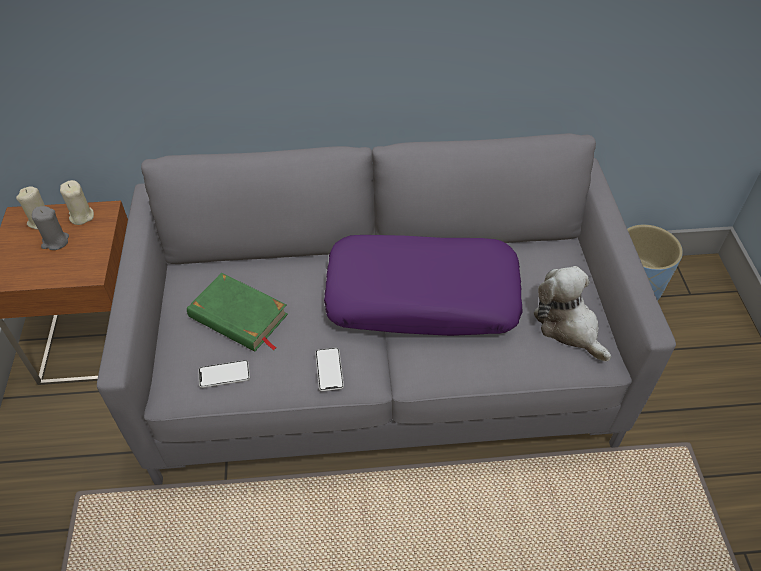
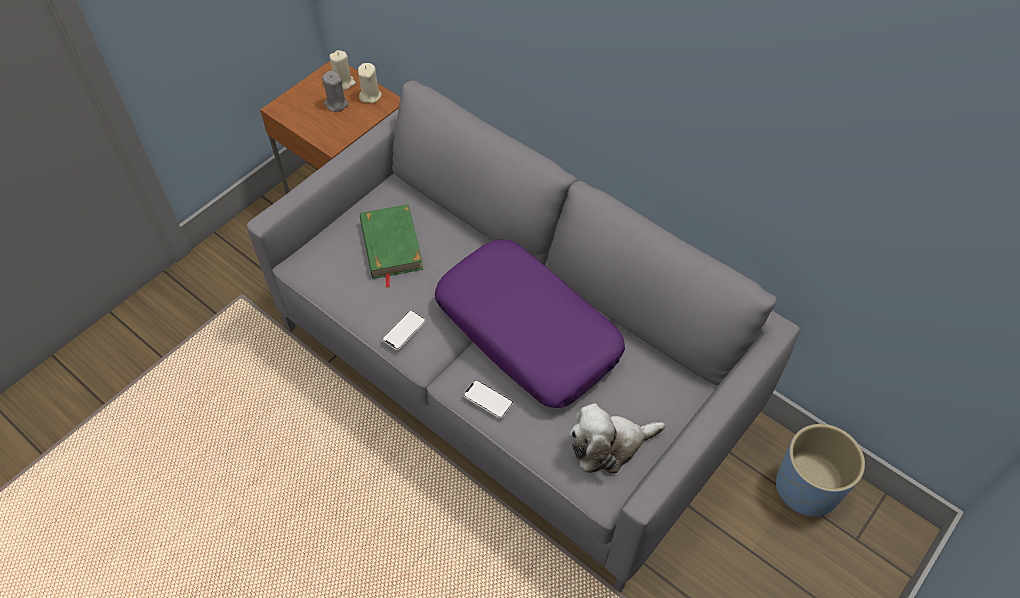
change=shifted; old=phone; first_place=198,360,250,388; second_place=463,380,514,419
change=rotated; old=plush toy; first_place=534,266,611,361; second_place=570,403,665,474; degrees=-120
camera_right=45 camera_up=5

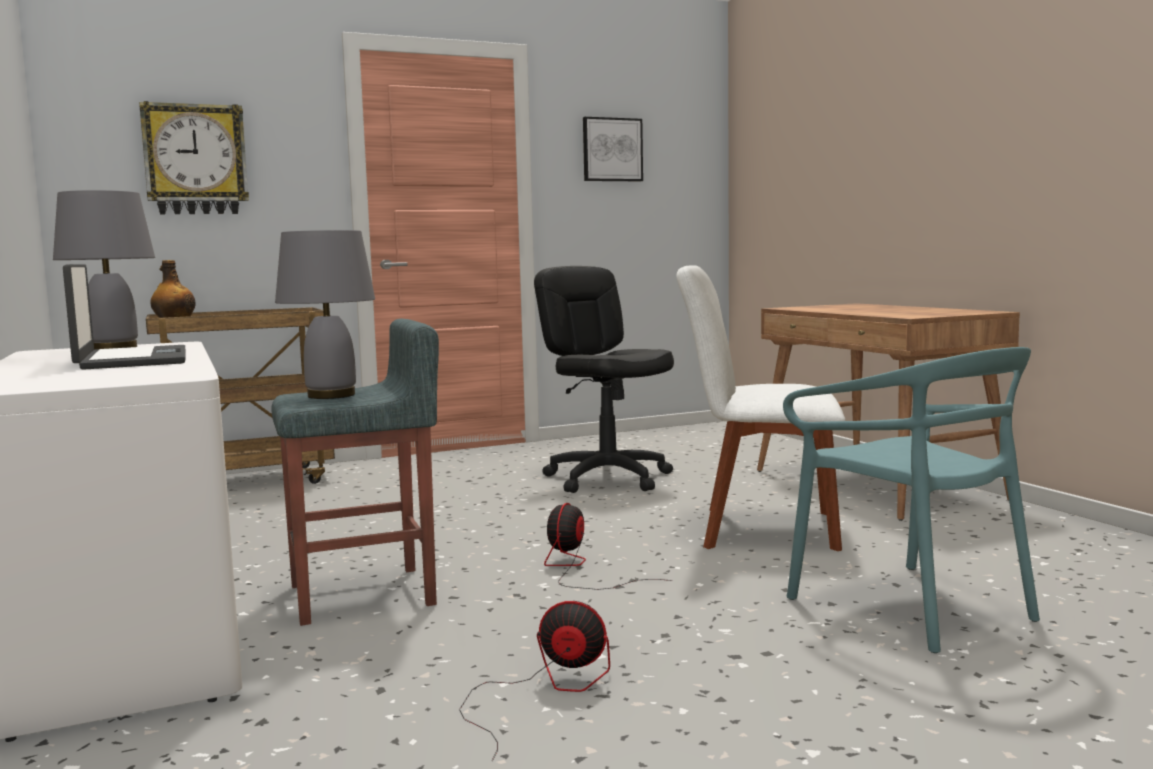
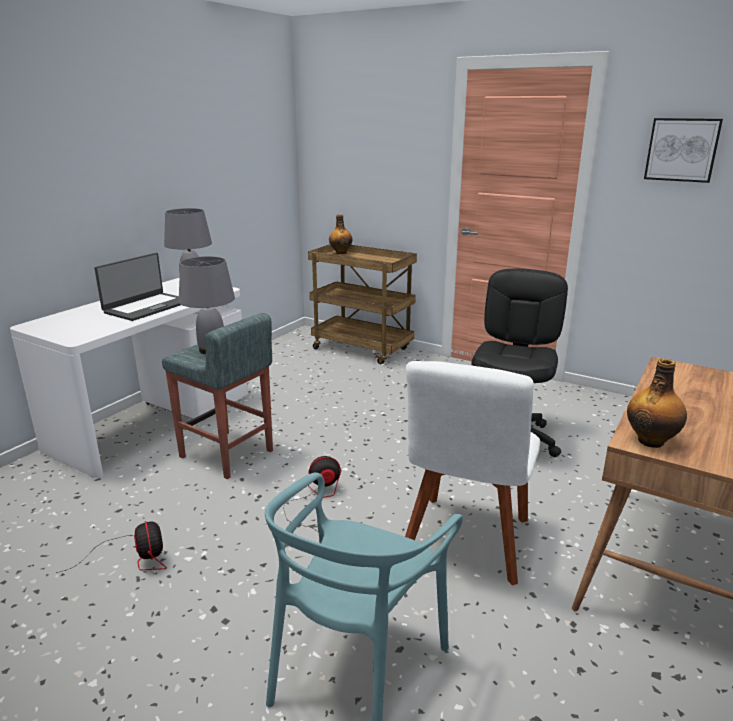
change=rotated; old=white chair; first_place=677,265,846,551; second_place=405,361,540,585; degrees=-135
change=new; new=bottle; second_place=627,358,687,448
change=gone; old=wall clock; first_place=139,101,249,214
camera_right=55 camera_up=15

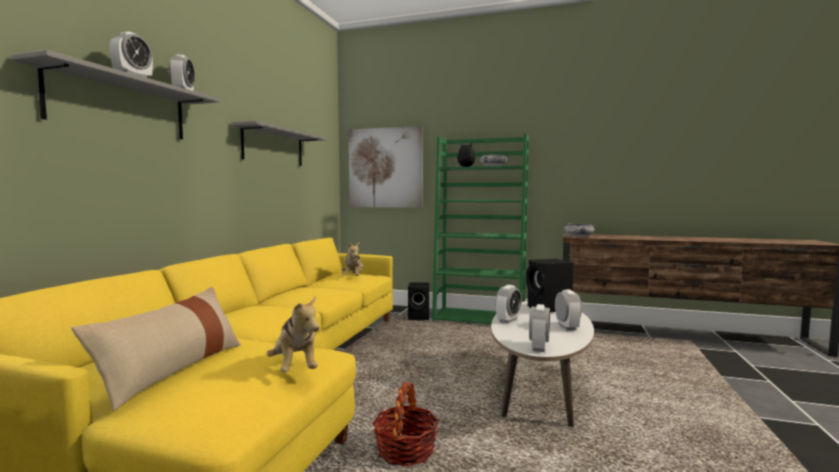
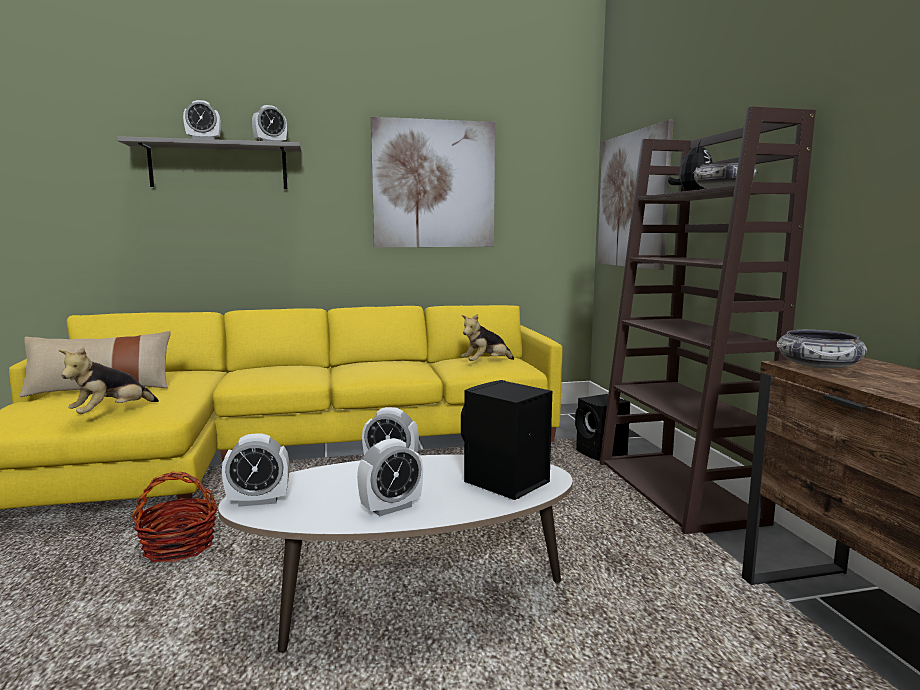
change=swapped; old=grey shelf; new=picture; first_place=231,121,327,166; second_place=371,117,495,247
change=repainted; old=green bookcase; new=brown bookcase; first_place=432,133,529,324; second_place=600,106,816,534
camera_right=60 camera_up=5

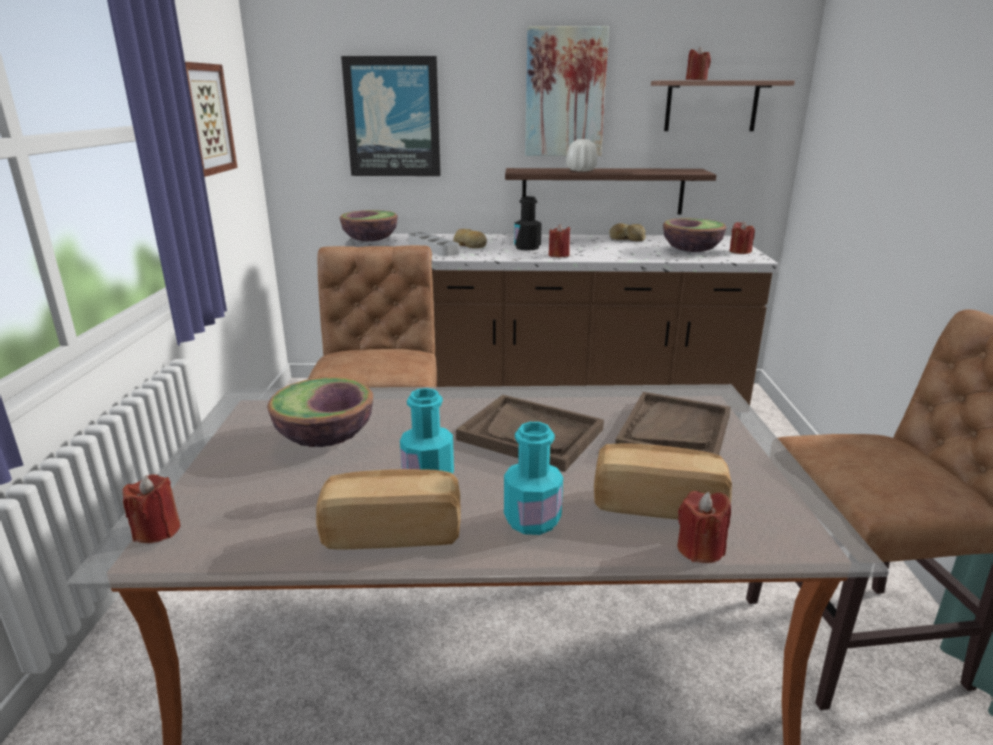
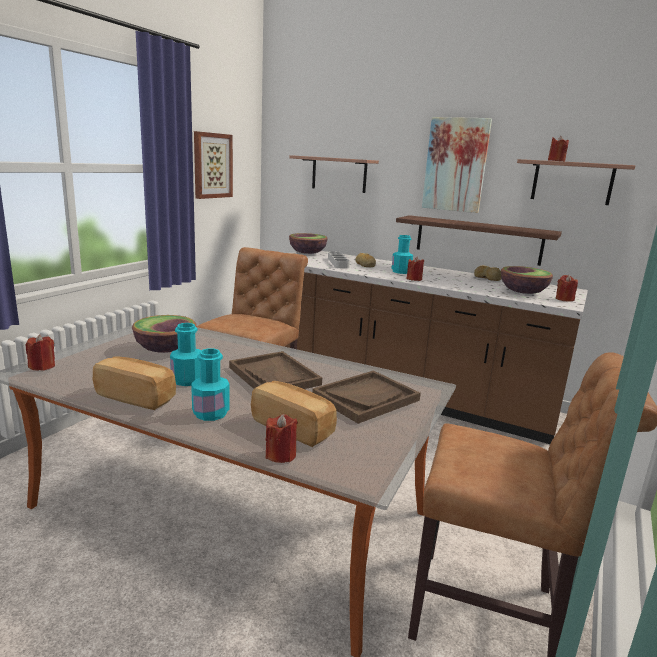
change=swapped; old=picture; new=shelf; first_place=341,56,441,176; second_place=289,155,379,193
change=repainted; old=black bottle; new=turquoise bottle; first_place=514,196,542,251; second_place=392,235,413,274
change=gone; old=white vase; first_place=566,139,597,172
camera_right=25 camera_up=-5

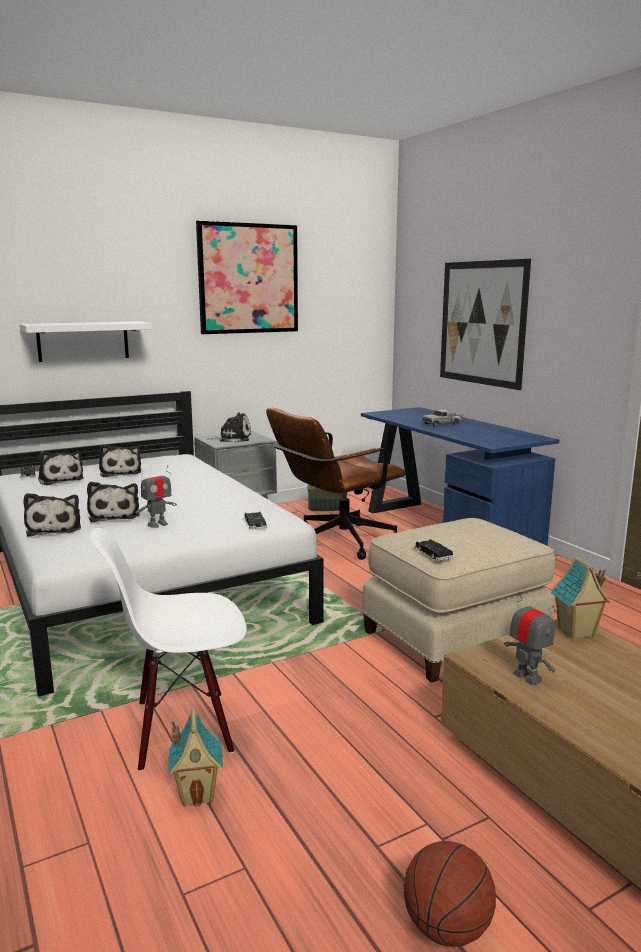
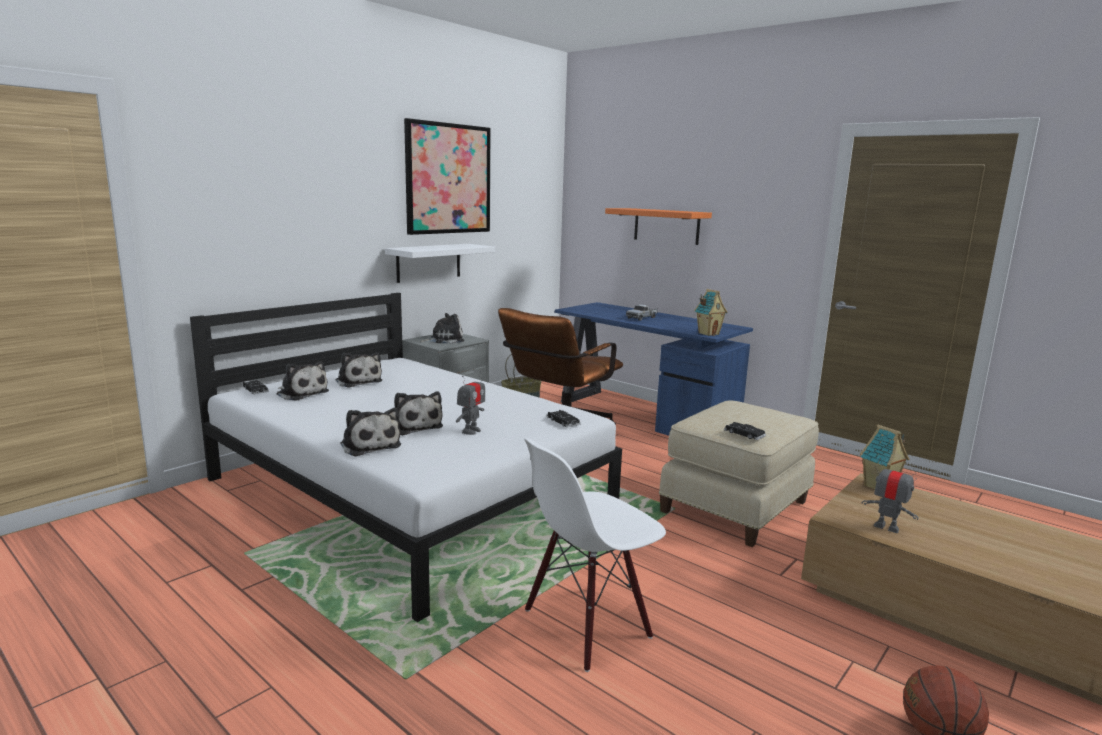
change=shifted; old=white shelf; first_place=20,321,152,362; second_place=385,244,495,283
change=swapped; old=picture; new=orange shelf; first_place=440,259,531,390; second_place=605,208,712,245
change=shifted; old=toy house; first_place=168,708,223,807; second_place=694,289,728,336
camera_right=-20 camera_up=0

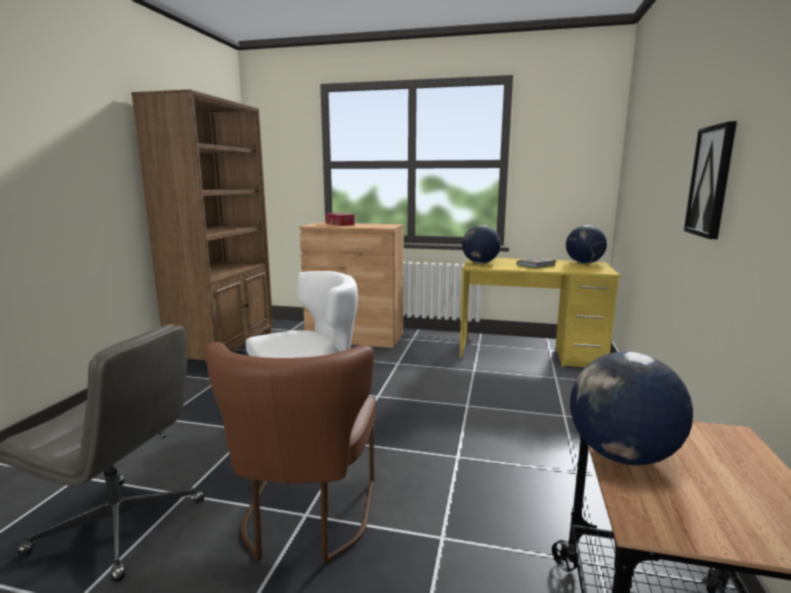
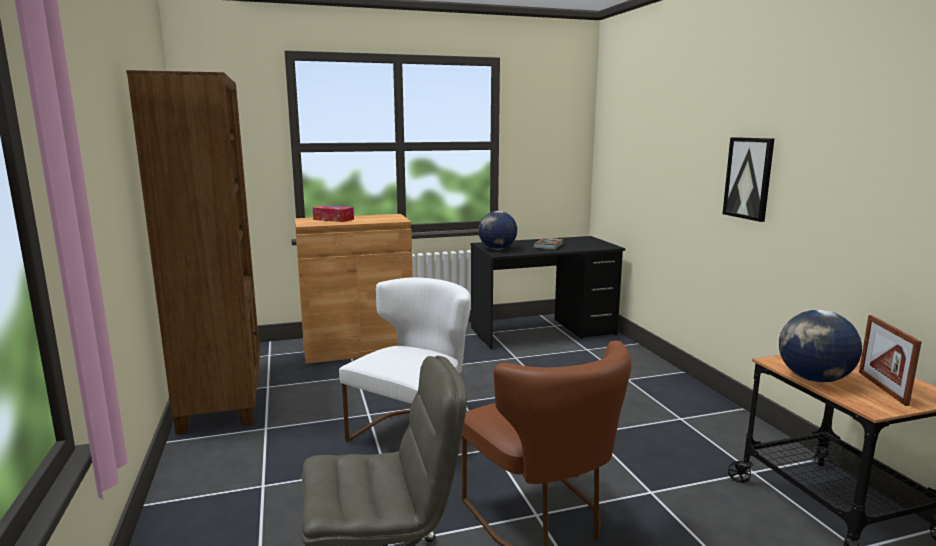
change=repainted; old=yellow desk; new=black desk; first_place=460,258,620,367; second_place=471,236,625,349
change=new; new=picture frame; second_place=859,315,922,406
change=gone; old=globe; first_place=566,225,607,264
camera_right=-30 camera_up=0

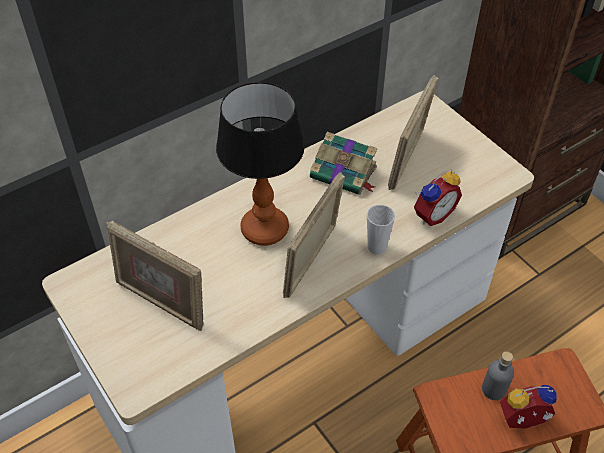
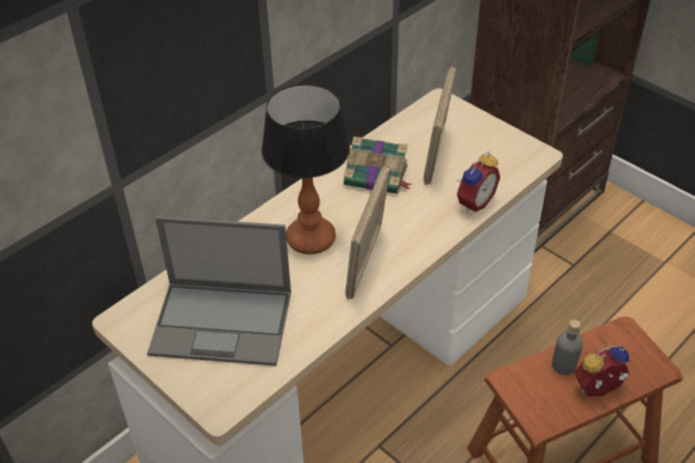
change=swapped; old=picture frame; new=laptop; first_place=106,221,203,331; second_place=147,216,291,366
change=gone; old=cup; first_place=367,205,395,255
camera_right=-10 camera_up=-5

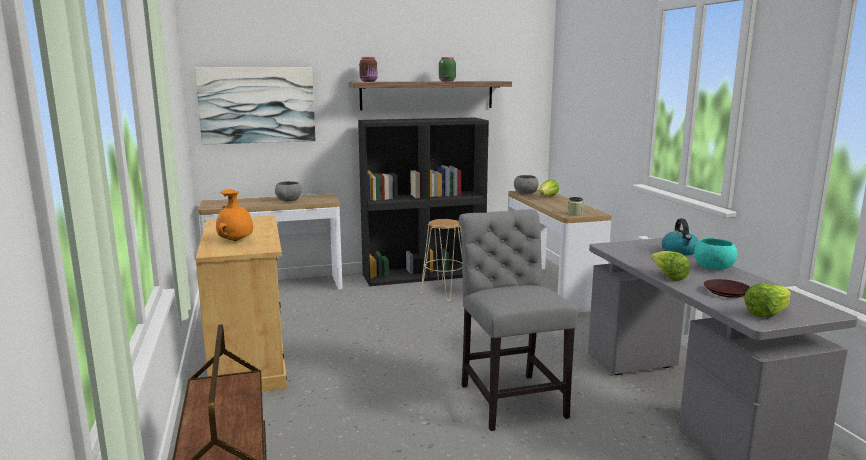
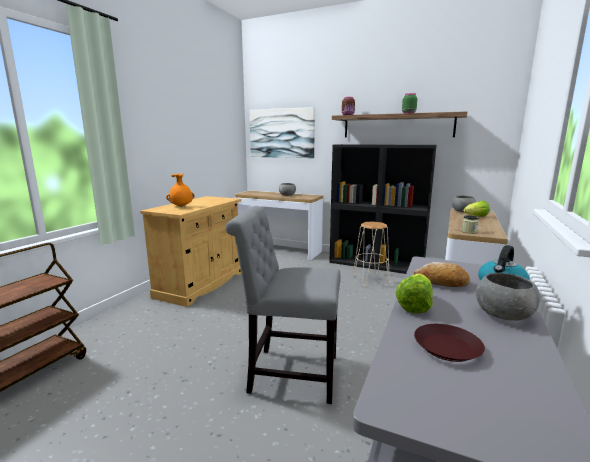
change=rotated; old=grey chair; first_place=459,209,579,431; second_place=226,206,341,404; degrees=-105
change=new; new=bread; second_place=413,262,470,287
change=repainted; old=turquoise bowl; new=grey bowl; first_place=694,238,737,270; second_place=476,273,540,321
change=gone; old=lettuce; first_place=744,283,791,317
camera_right=40 camera_up=0

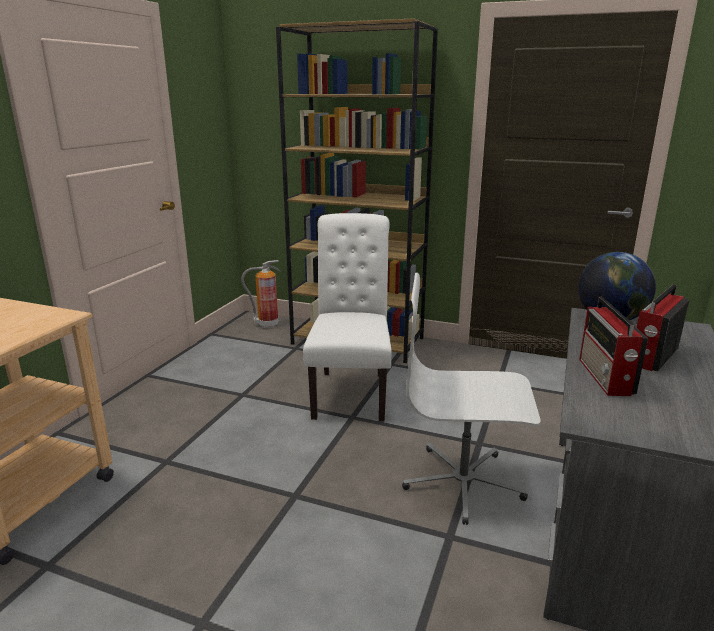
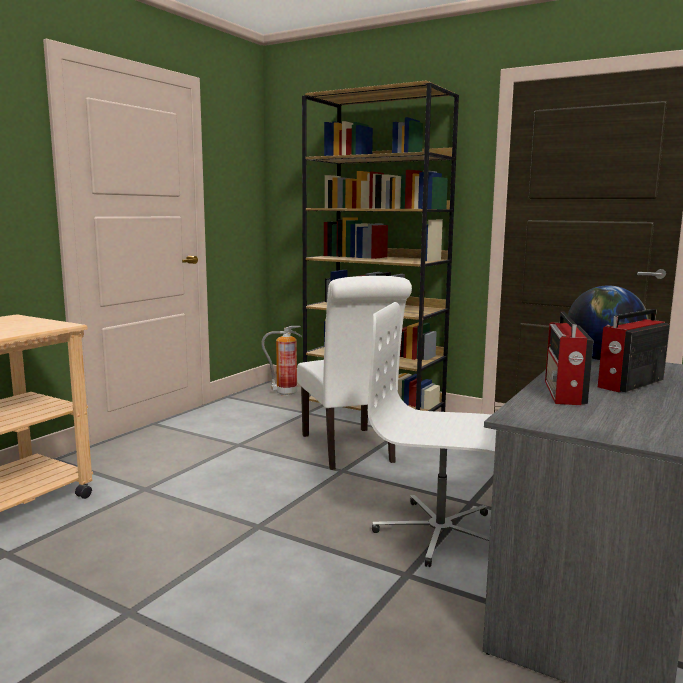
change=rotated; old=white chair; first_place=303,213,391,422; second_place=297,276,412,470; degrees=150
camera_right=10 camera_up=-10

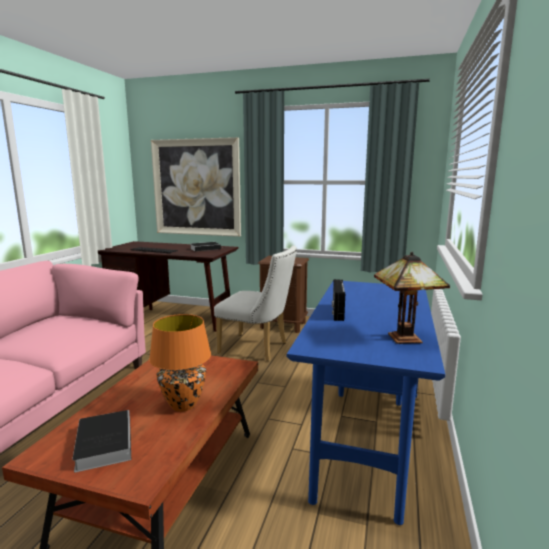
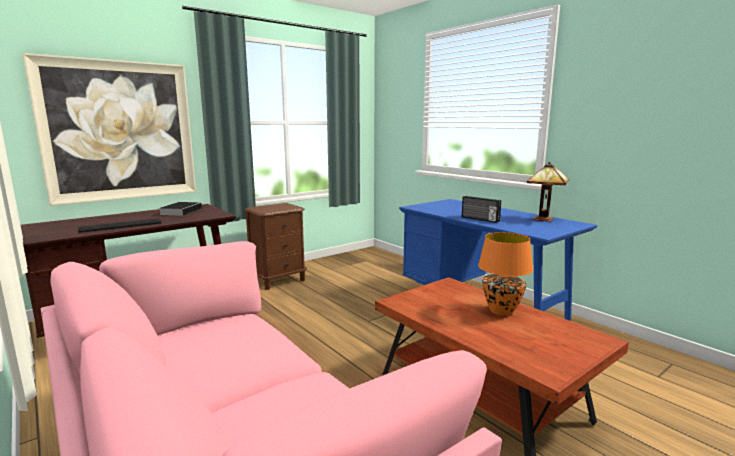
change=gone; old=book; first_place=72,410,131,473
change=gone; old=white chair; first_place=214,245,297,361
camera_right=-55 camera_up=0

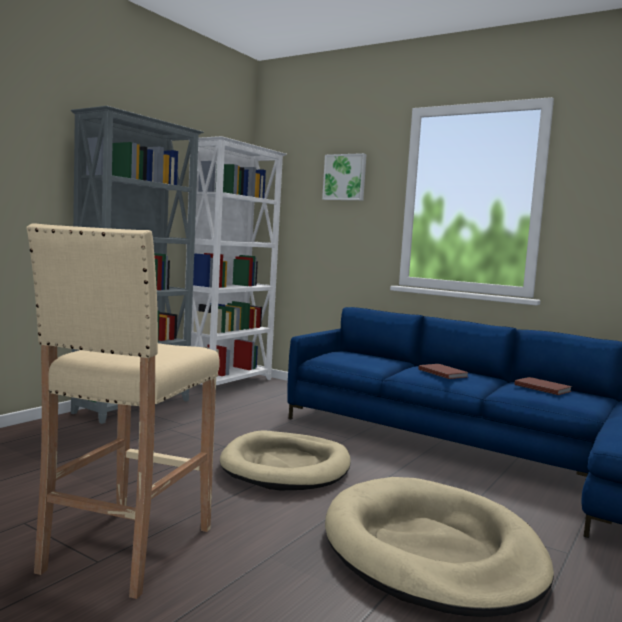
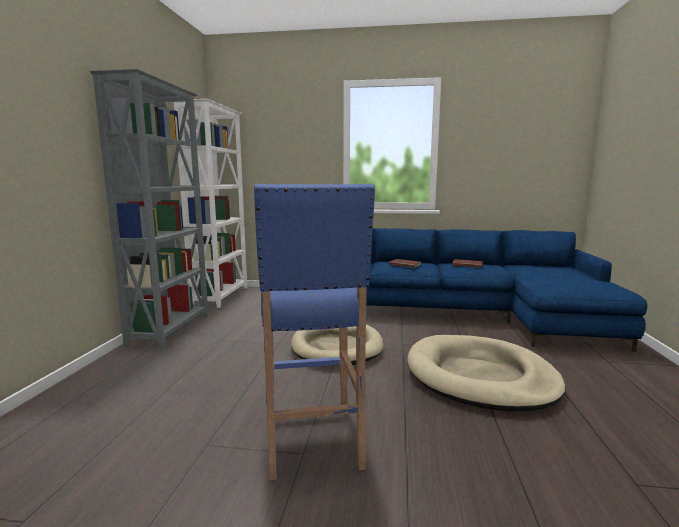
change=repainted; old=beige stool; new=blue stool; first_place=26,223,220,599; second_place=254,184,375,480
change=gone; old=picture; first_place=322,153,367,200
camera_right=-25 camera_up=5

